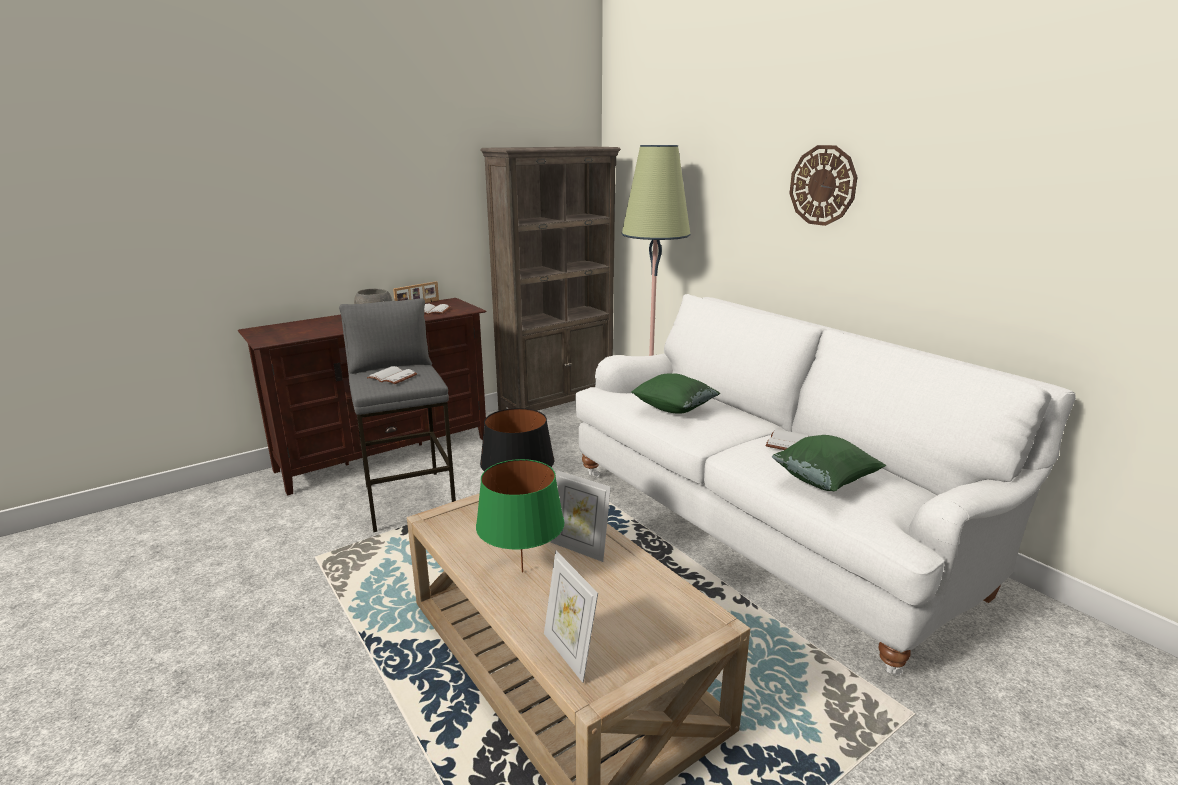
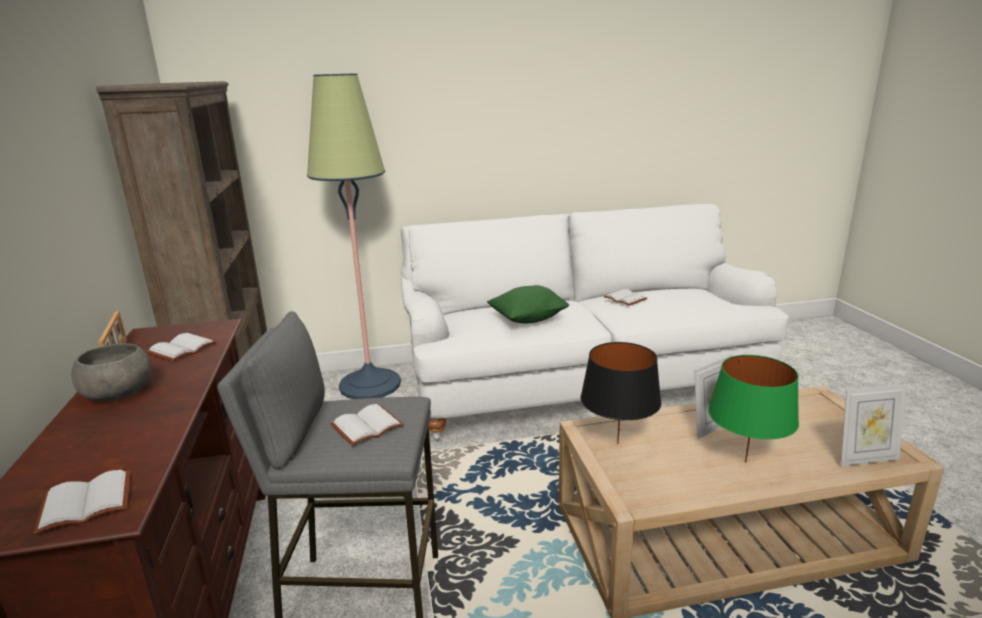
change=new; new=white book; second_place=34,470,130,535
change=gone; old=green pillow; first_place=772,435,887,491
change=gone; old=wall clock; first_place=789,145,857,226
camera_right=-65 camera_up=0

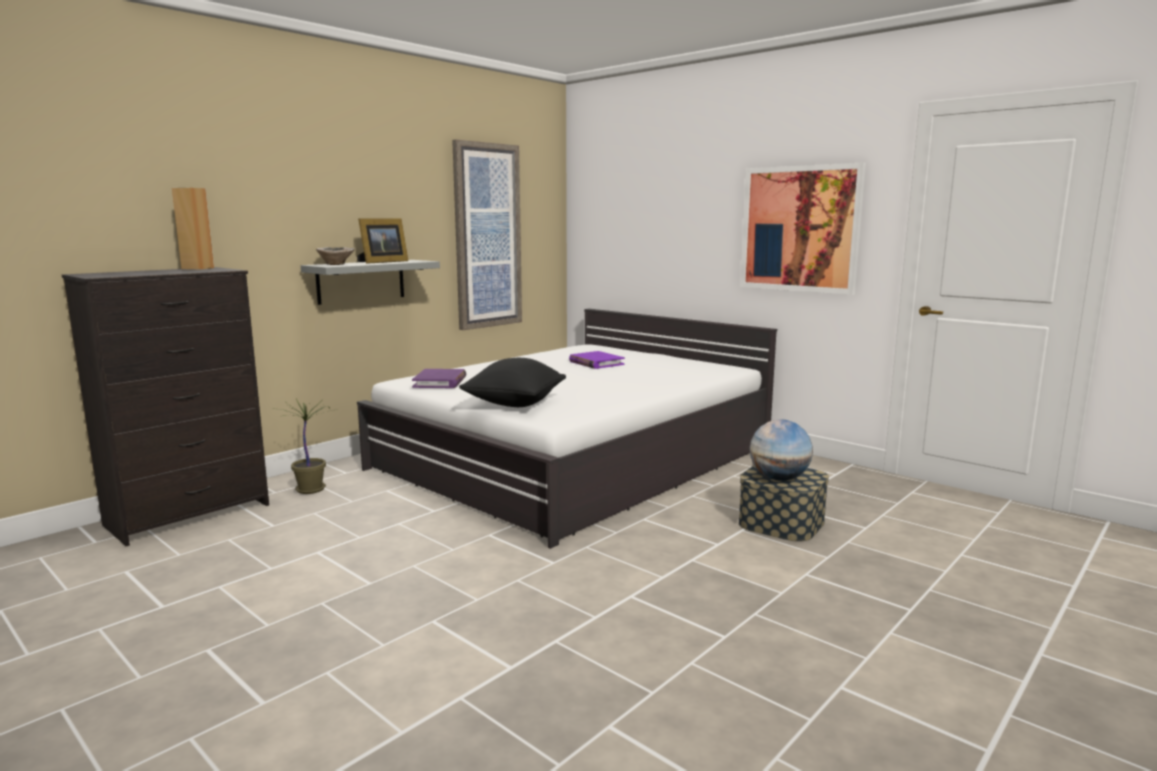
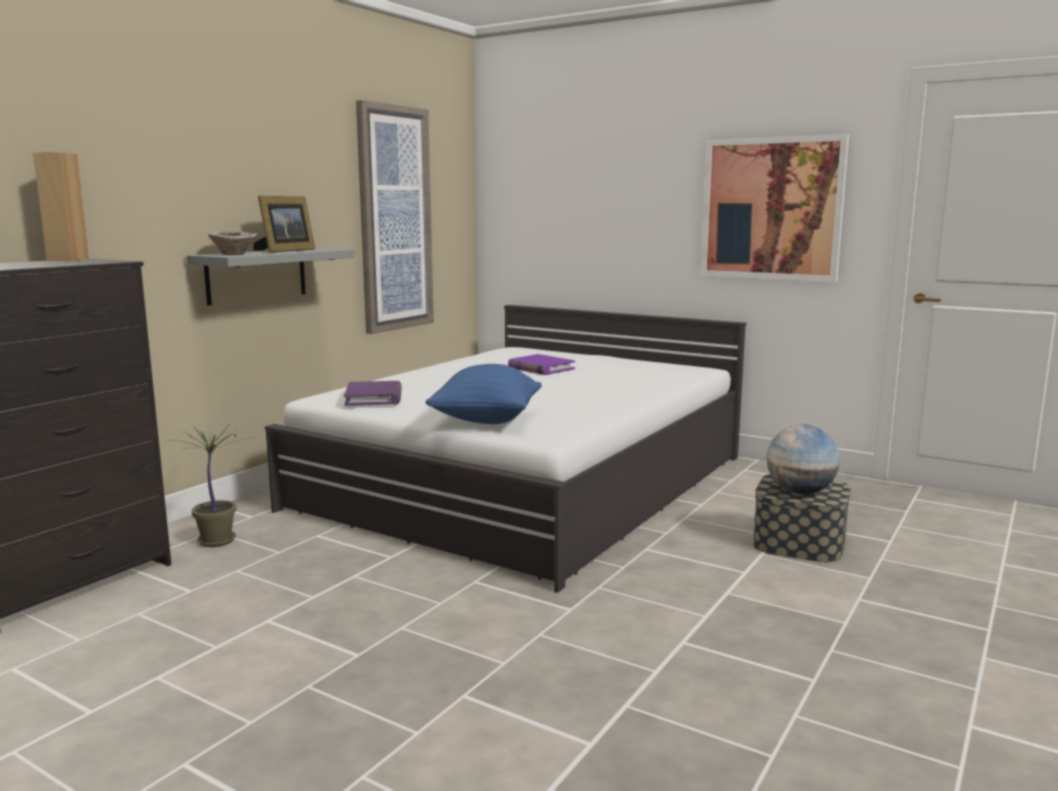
change=repainted; old=black pillow; new=blue pillow; first_place=459,358,566,407; second_place=425,364,542,424
camera_right=-10 camera_up=0

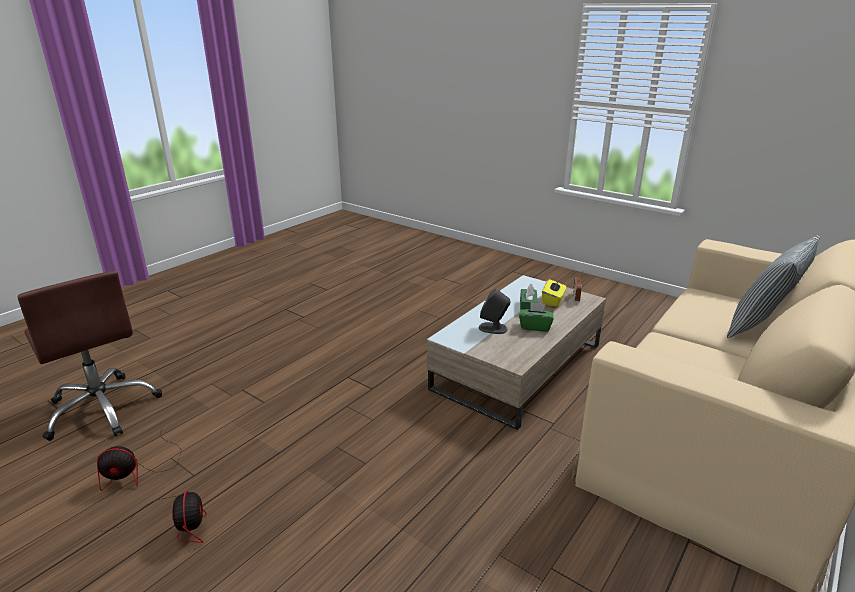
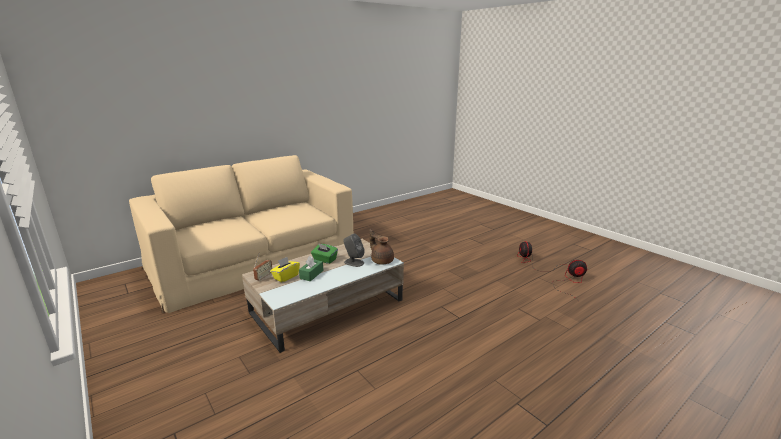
change=new; new=brown teapot; second_place=370,228,394,265
change=gone; old=brown office chair; first_place=18,270,162,441
change=gone; old=pillow; first_place=727,235,820,338
camera_right=-165 camera_up=-5

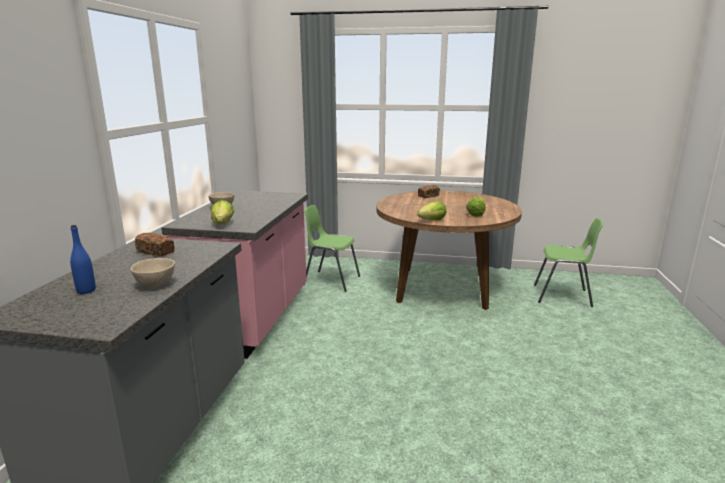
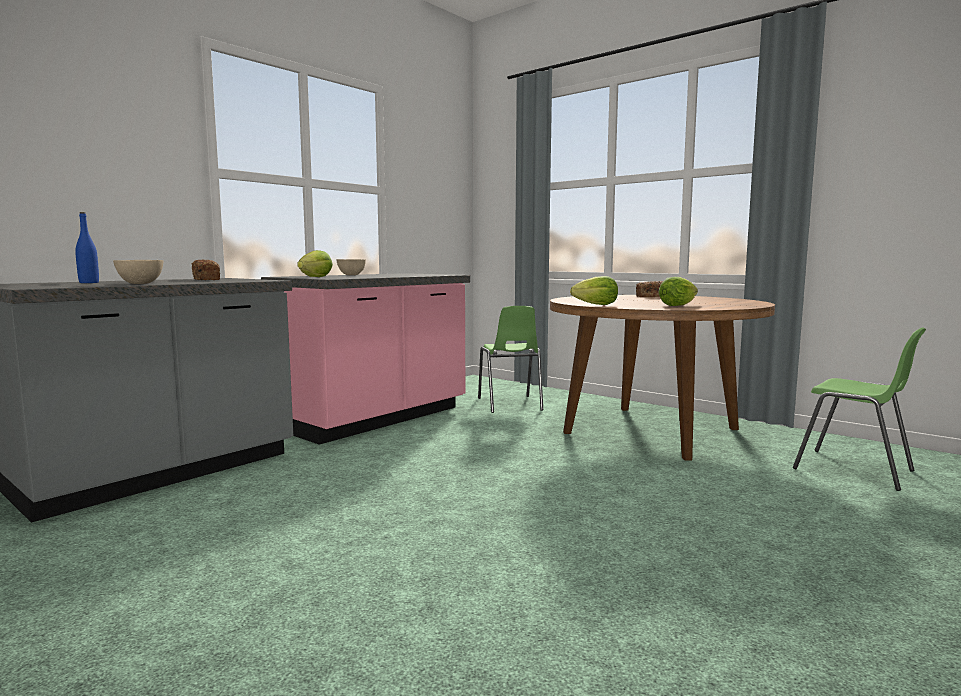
change=rotated; old=green chair; first_place=304,205,360,292; second_place=478,306,543,413; degrees=-150
camera_right=30 camera_up=-10

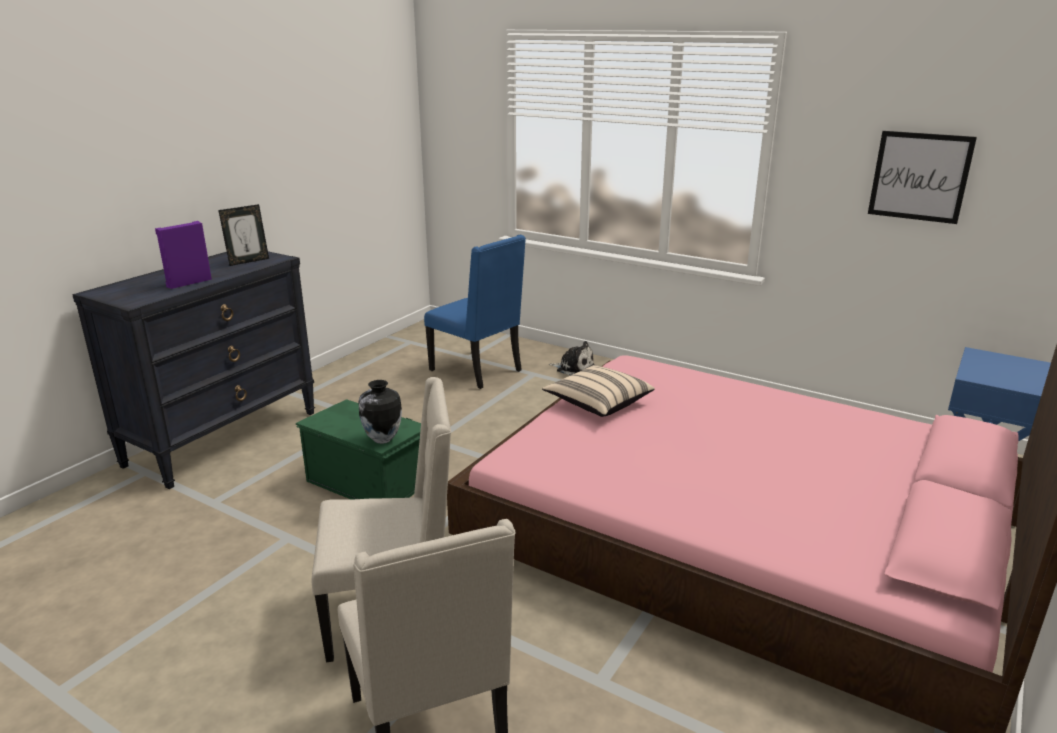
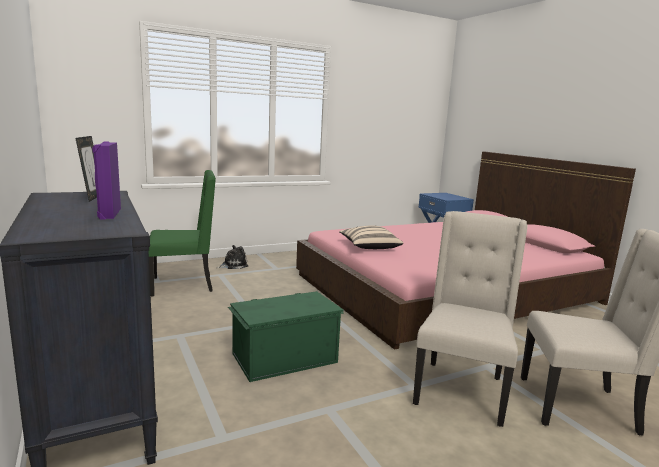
change=repainted; old=blue chair; new=green chair; first_place=424,235,526,389; second_place=148,170,216,297
change=gone; old=vase; first_place=358,380,402,444
change=gone; old=picture; first_place=868,131,977,224
camera_right=-60 camera_up=-10

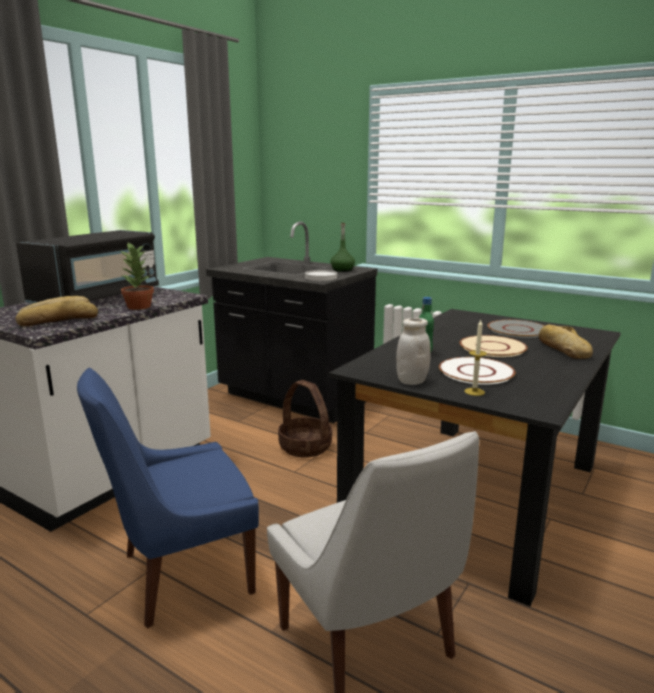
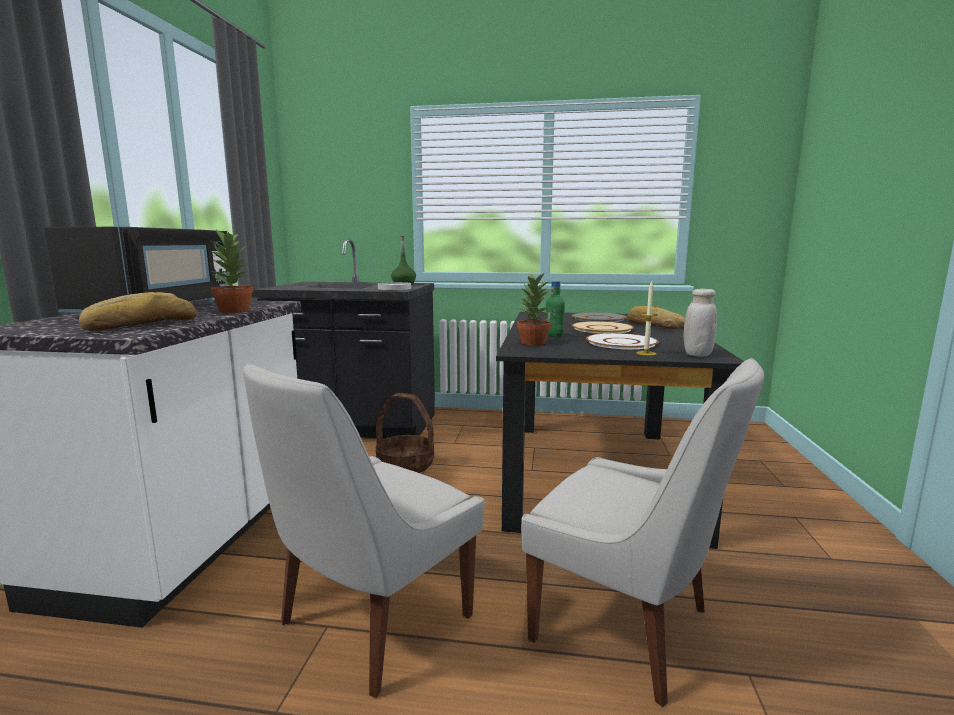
change=repainted; old=blue chair; new=white chair; first_place=77,368,259,629; second_place=243,363,485,698
change=new; new=potted plant; second_place=517,272,551,345
change=shifted; old=white jar; first_place=396,318,431,385; second_place=684,289,717,357
camera_right=-25 camera_up=-5

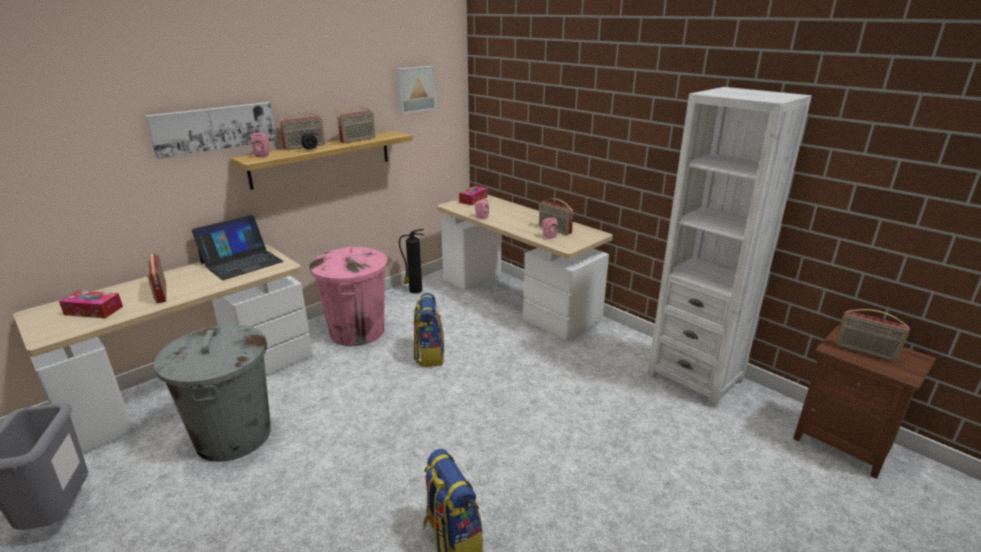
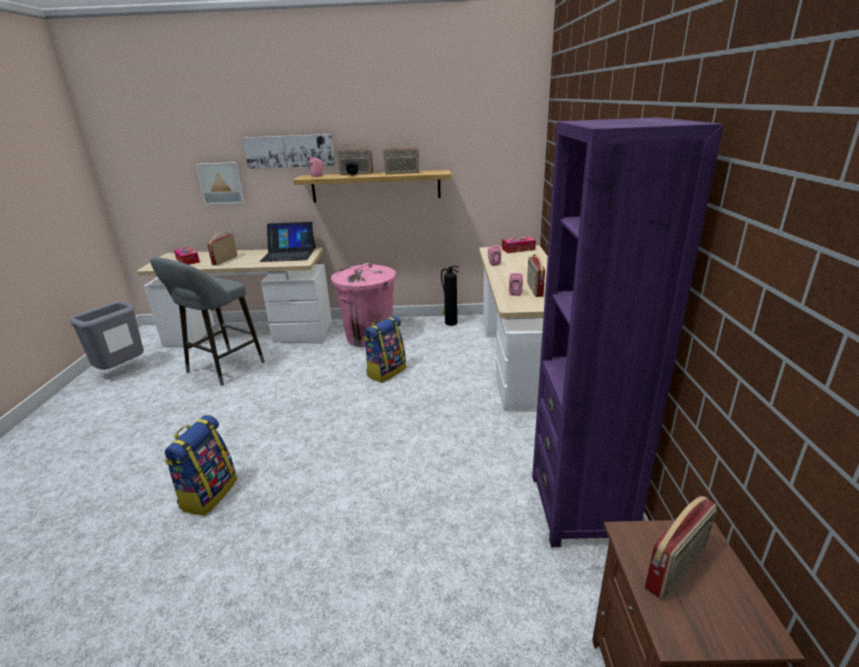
change=swapped; old=grey trash can; new=grey stool; first_place=154,325,271,462; second_place=150,257,265,386
change=shifted; old=picture; first_place=397,66,436,114; second_place=196,162,245,205
change=repainted; old=white bookcase; new=purple bookcase; first_place=647,87,812,408; second_place=532,117,724,547
change=rotated; old=radio; first_place=836,309,910,362; second_place=645,495,717,600; degrees=-120
camera_right=45 camera_up=0

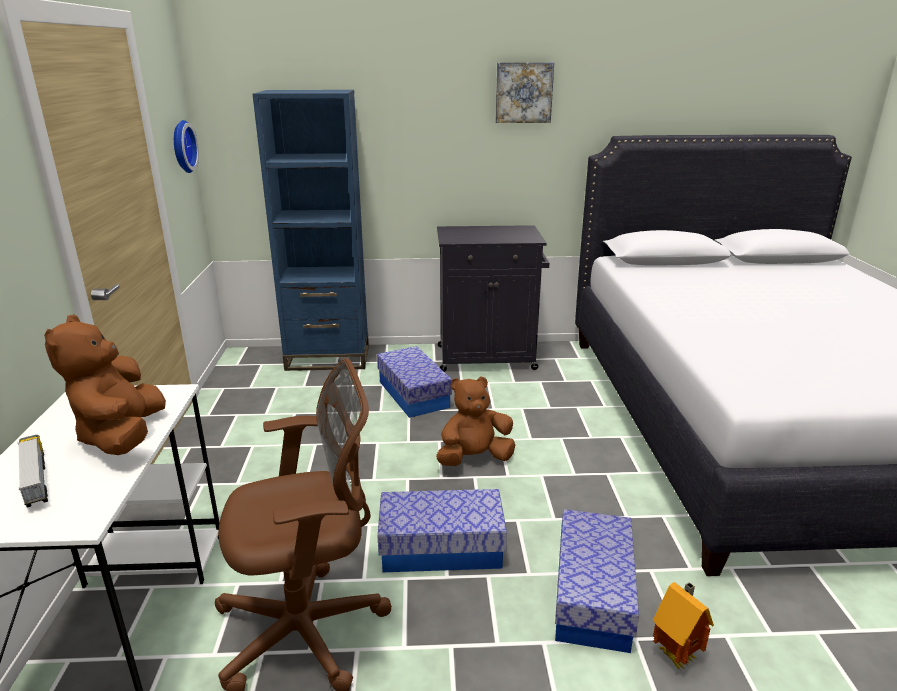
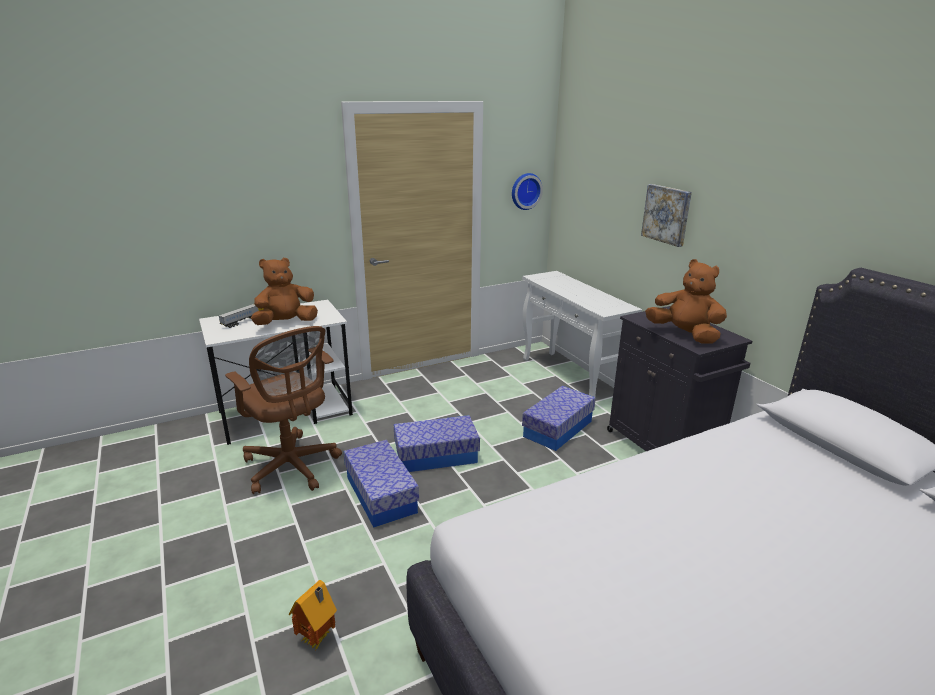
change=shifted; old=storage box; first_place=555,509,639,653; second_place=394,415,480,472
change=swapped; old=blue bookcase; new=white console table; first_place=252,90,369,371; second_place=522,271,642,397
change=shifted; old=picture; first_place=495,62,554,123; second_place=641,184,692,247
change=shifted; old=brown plush toy; first_place=436,376,515,466; second_place=645,259,727,344
camera_right=65 camera_up=0

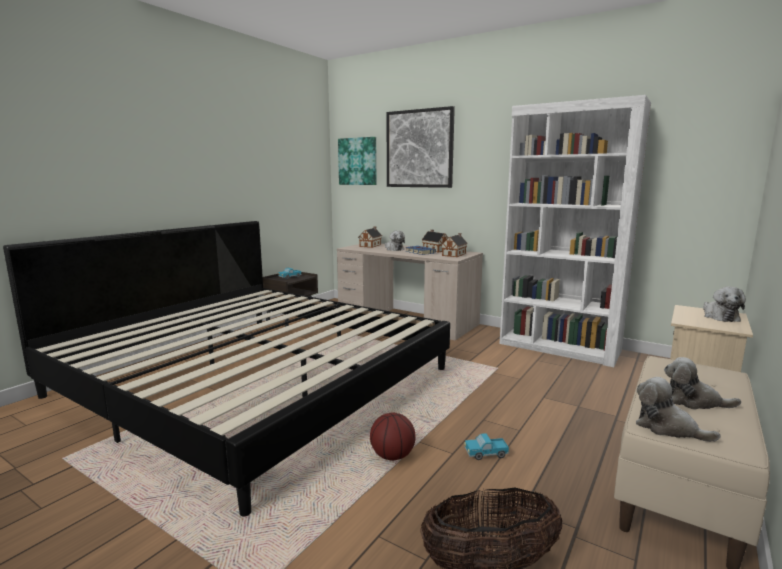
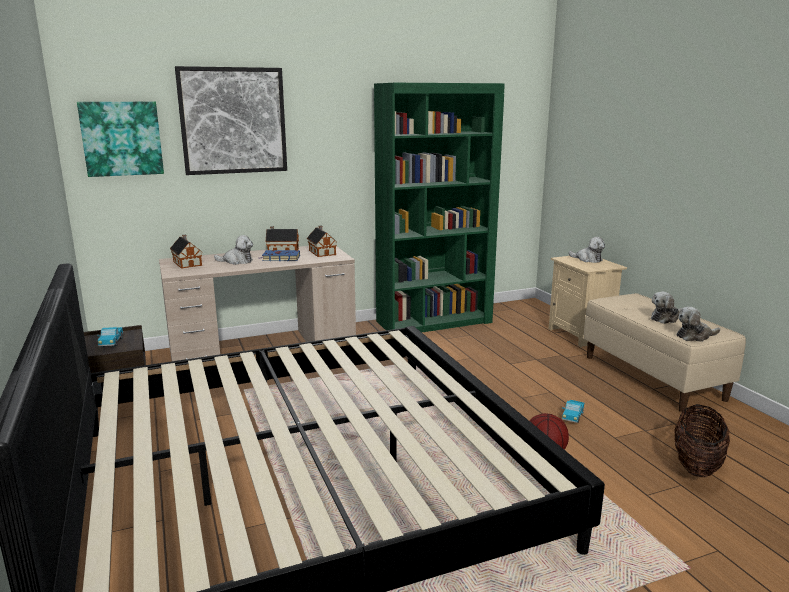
change=repainted; old=white bookcase; new=green bookcase; first_place=500,95,651,367; second_place=374,83,505,332
camera_right=-55 camera_up=5

